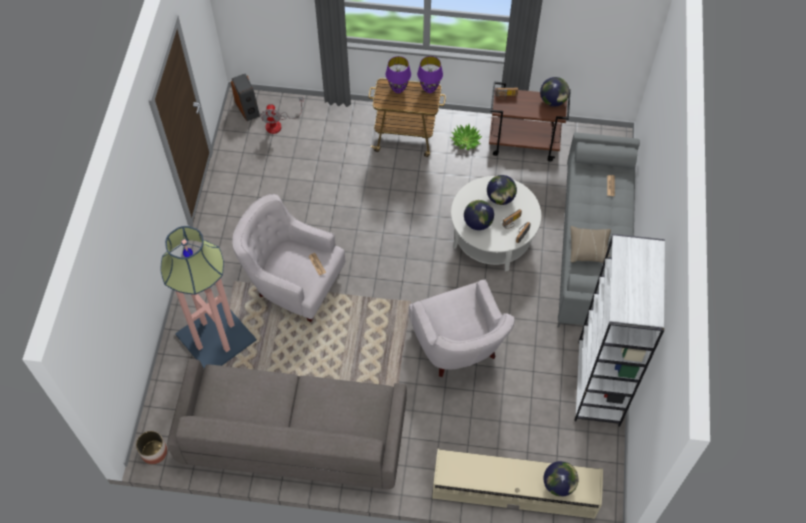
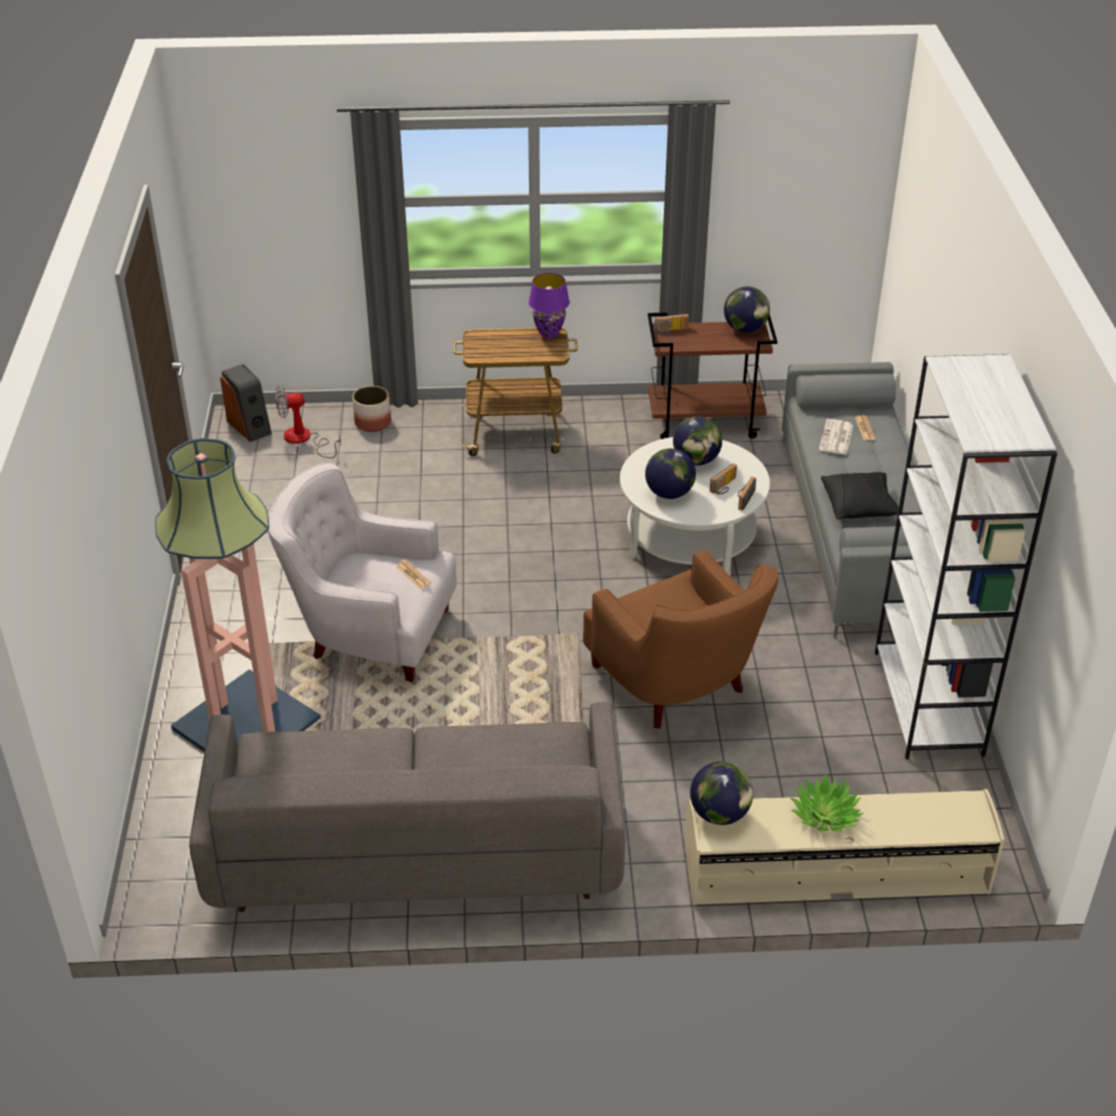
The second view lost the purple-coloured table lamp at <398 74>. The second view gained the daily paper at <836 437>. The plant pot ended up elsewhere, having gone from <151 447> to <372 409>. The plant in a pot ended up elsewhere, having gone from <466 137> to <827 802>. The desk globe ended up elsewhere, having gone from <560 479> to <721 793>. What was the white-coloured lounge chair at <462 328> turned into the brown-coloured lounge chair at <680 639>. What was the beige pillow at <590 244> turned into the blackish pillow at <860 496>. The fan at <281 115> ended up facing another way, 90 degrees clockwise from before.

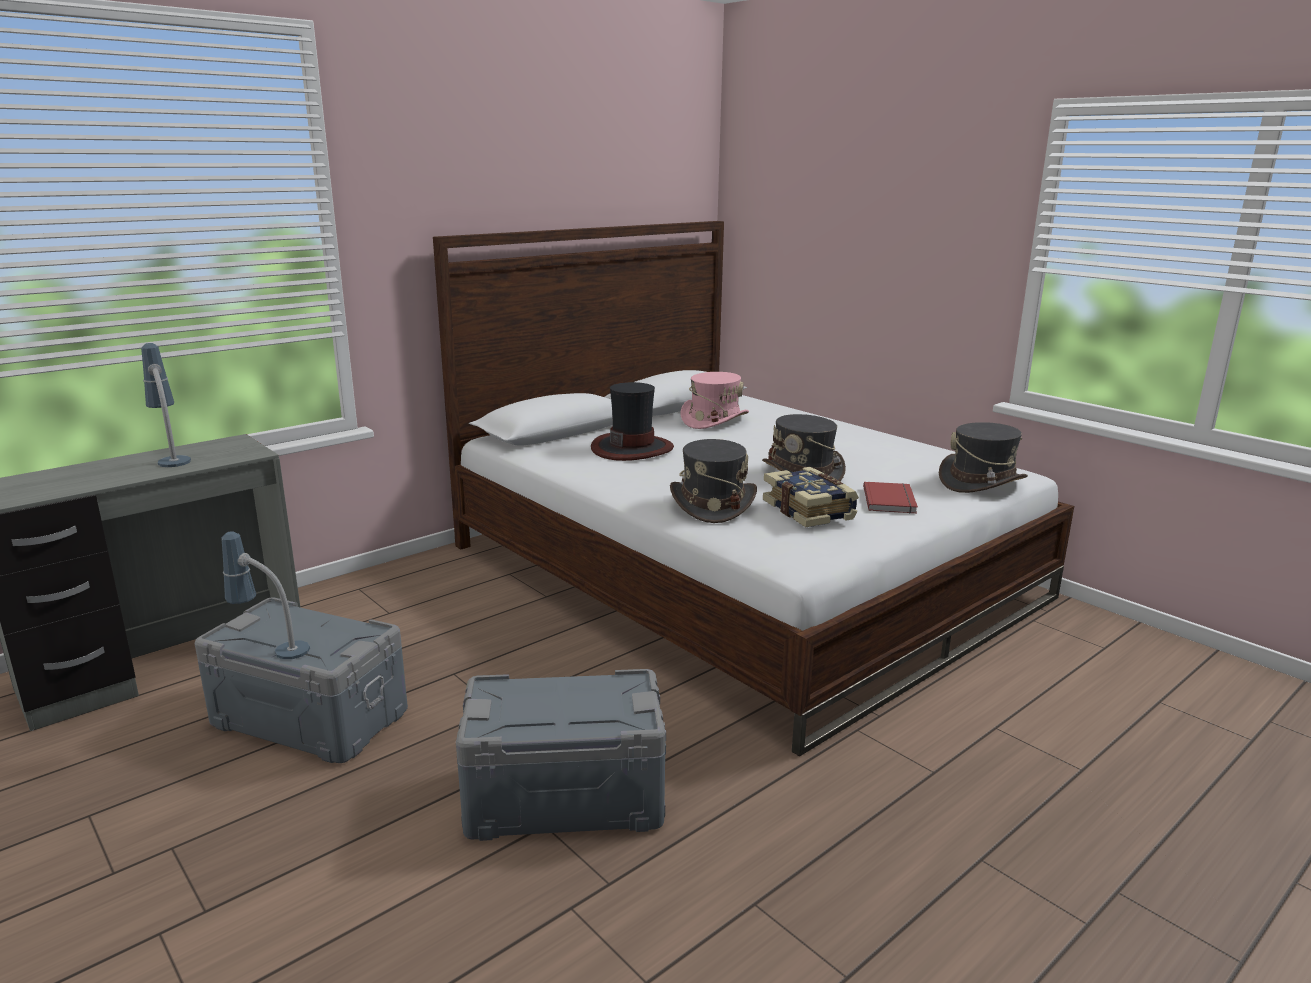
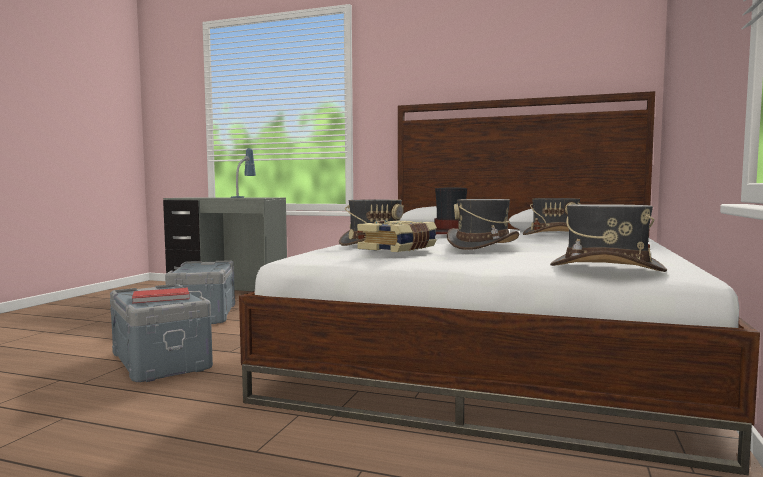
The second view lost the table lamp at <265 595>. The red bound book ended up elsewhere, having gone from <890 498> to <161 295>. What was the pinkish clothing hat at <715 400> turned into the gray clothing hat at <552 216>.

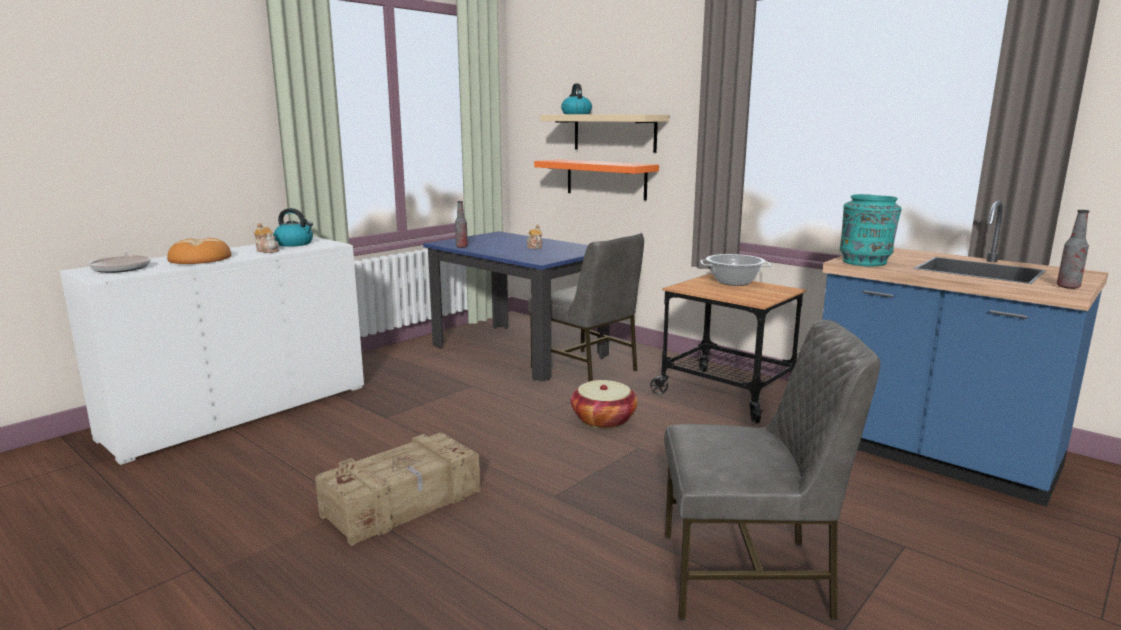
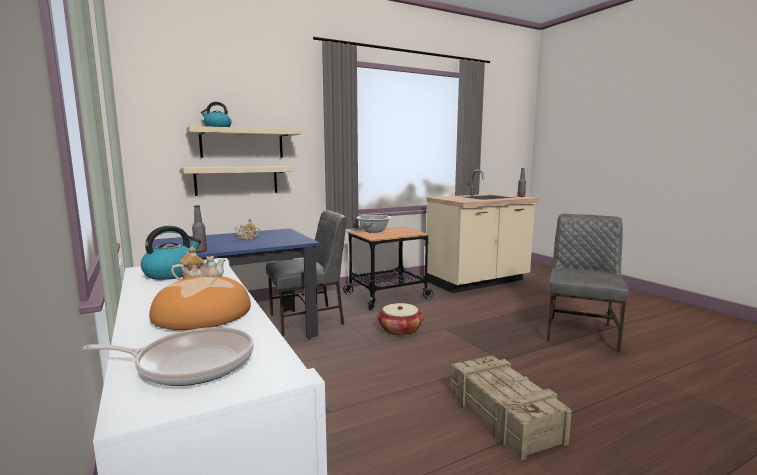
The second view lost the blue-green decorative vase at <871 230>. What was the orange-coloured bracket shelf at <596 179> turned into the beige bracket shelf at <238 181>. What was the blue counter at <965 353> turned into the beige counter at <482 231>.

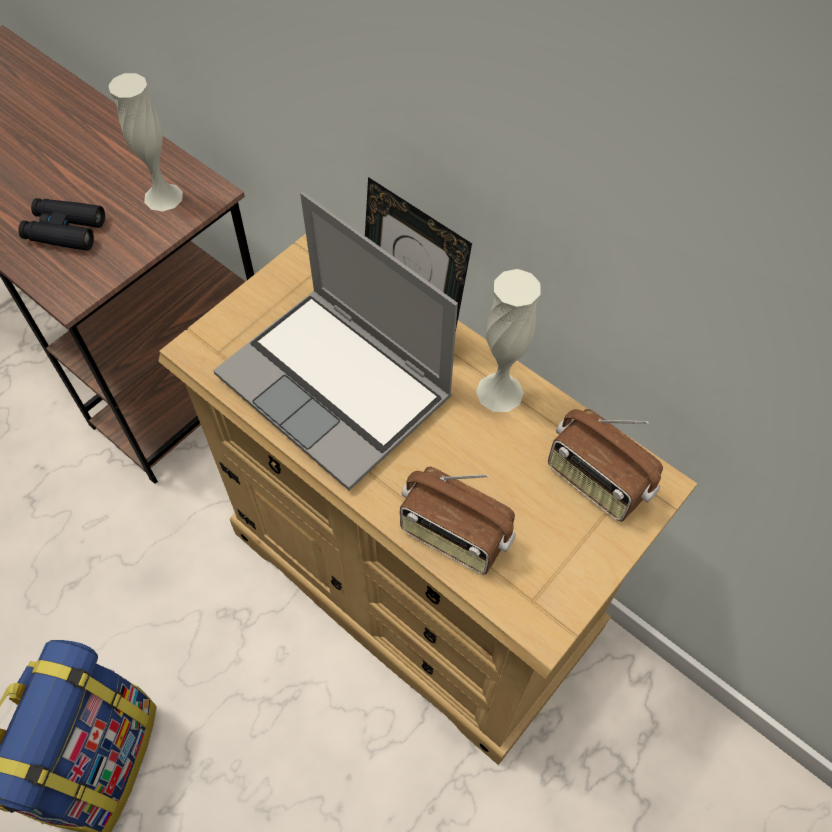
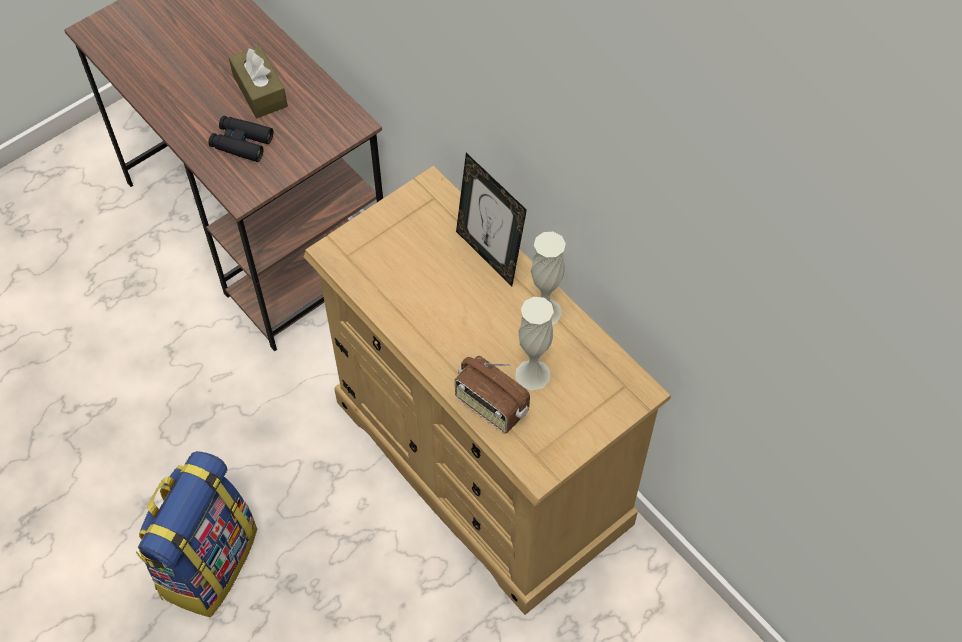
The second view lost the portable computer at <335 341>. The second view lost the radio receiver at <605 465>. The second view gained the brown-coloured box of tissues at <258 82>. The white-coloured decorative vase ended up elsewhere, having gone from <145 142> to <535 344>.

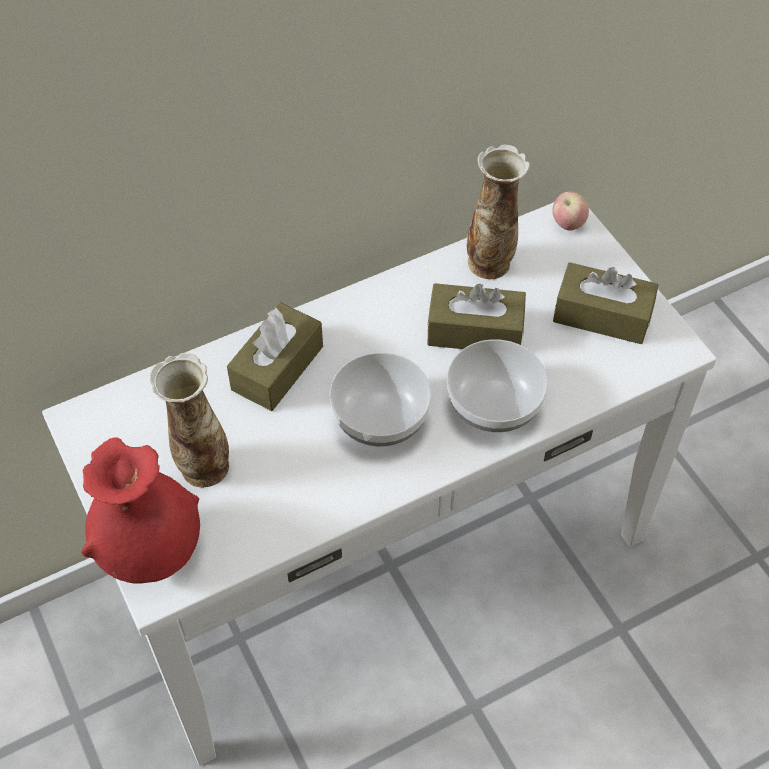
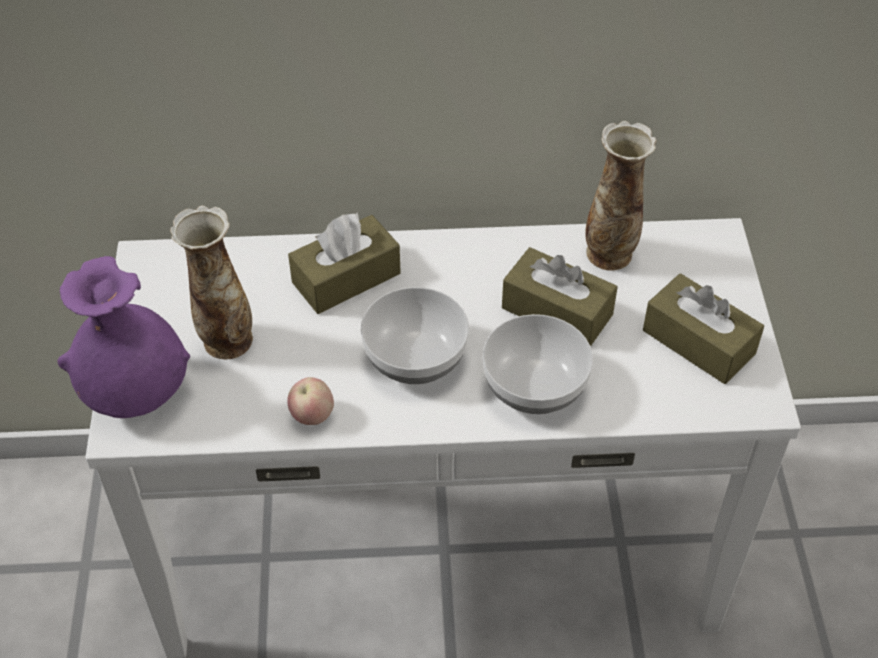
The apple ended up elsewhere, having gone from <571 210> to <310 401>. What was the red decorative vase at <140 510> turned into the purple-coloured decorative vase at <123 337>.

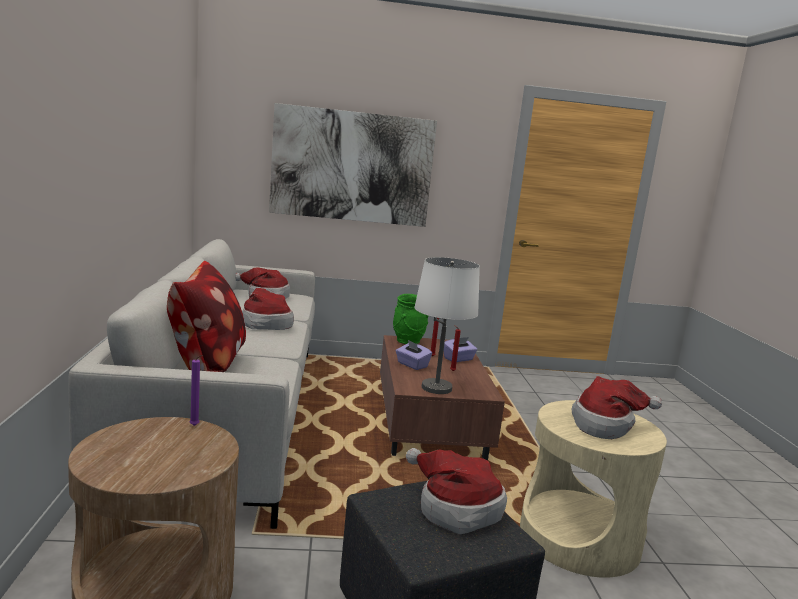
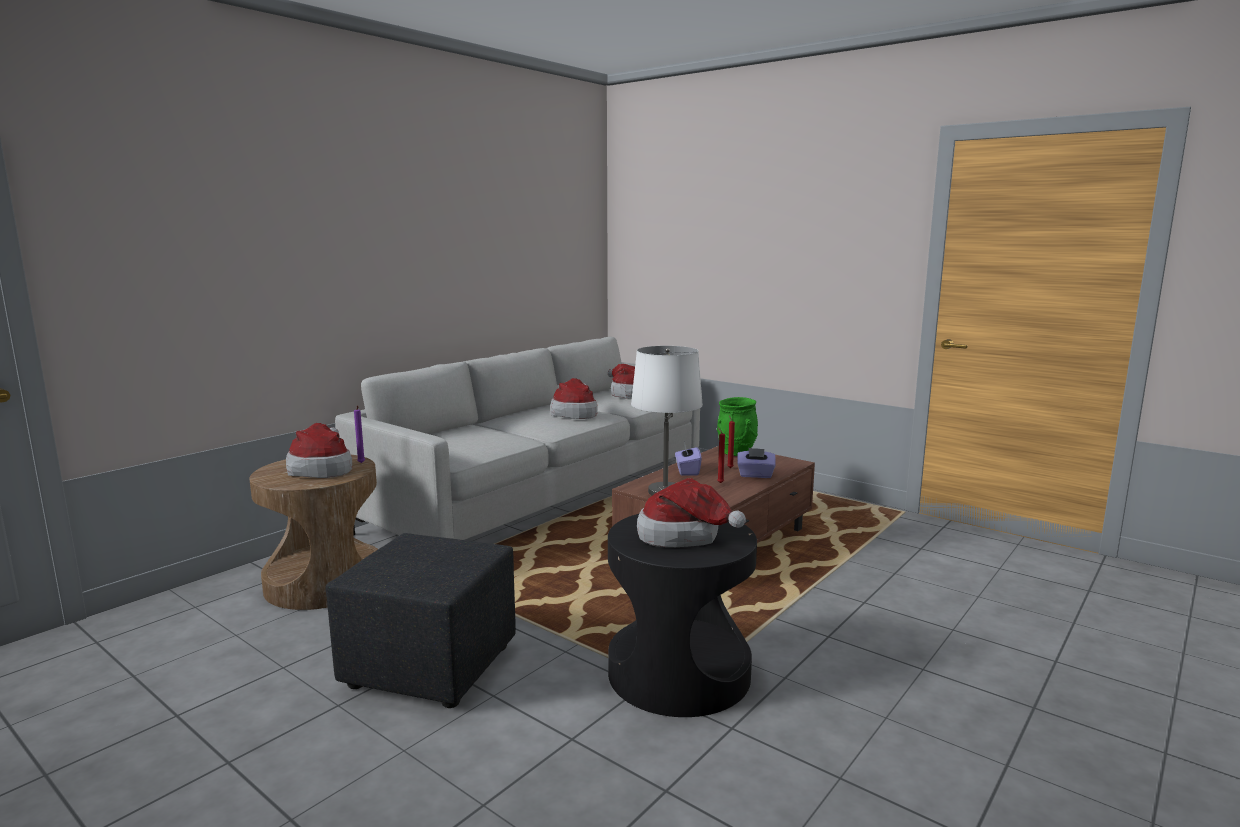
The second view lost the pillow at <206 316>. The second view lost the wall art at <353 165>. The clothing hat ended up elsewhere, having gone from <456 491> to <319 450>. What was the beige end table at <593 489> turned into the blackish end table at <682 615>.

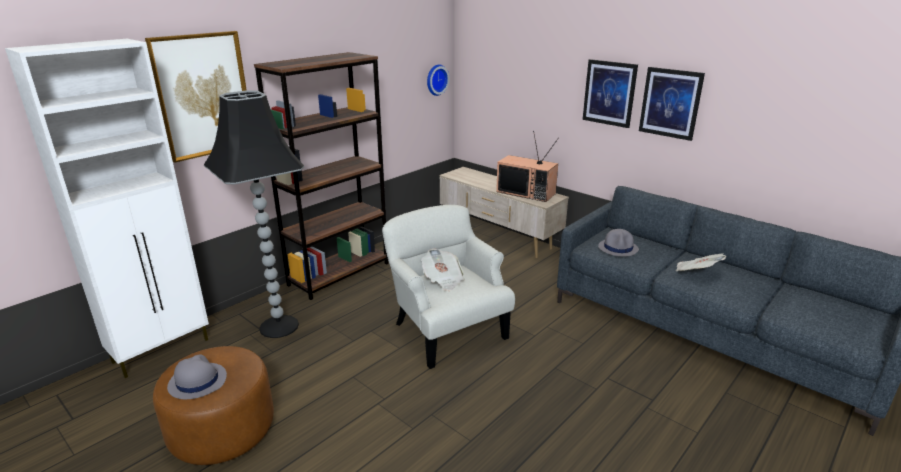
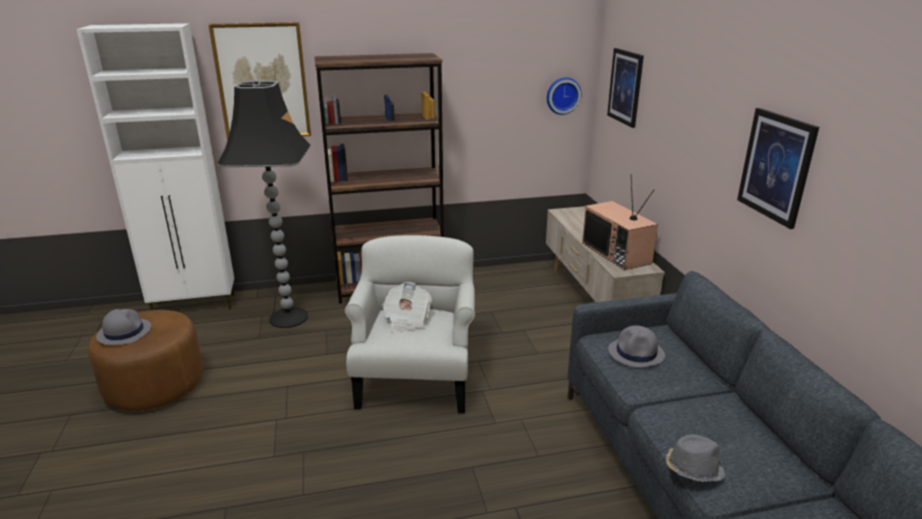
The second view lost the daily paper at <701 262>. The second view gained the gray clothing hat at <696 458>. The wall art ended up elsewhere, having gone from <610 93> to <625 88>.

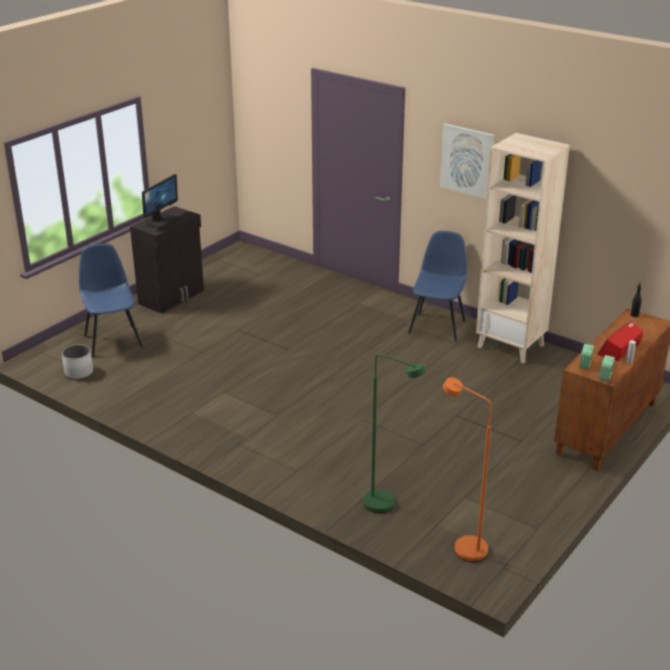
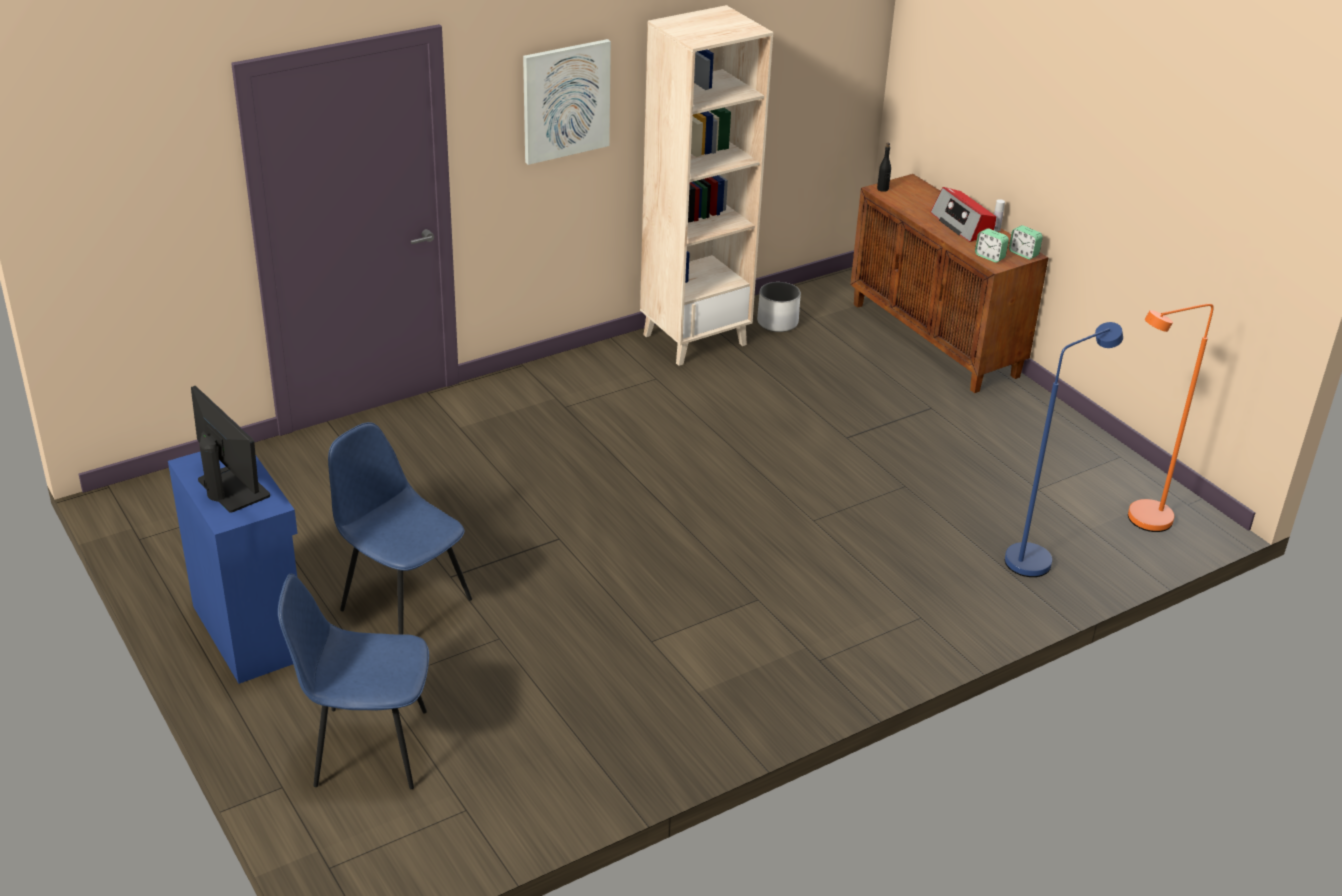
The white-coloured plant pot ended up elsewhere, having gone from <77 362> to <779 307>. The blue upright chair ended up elsewhere, having gone from <437 286> to <400 528>. What was the blackish storage cabinet at <167 260> turned into the blue storage cabinet at <233 568>. What was the green-coloured standing lamp at <395 433> turned into the blue standing lamp at <1064 449>.

